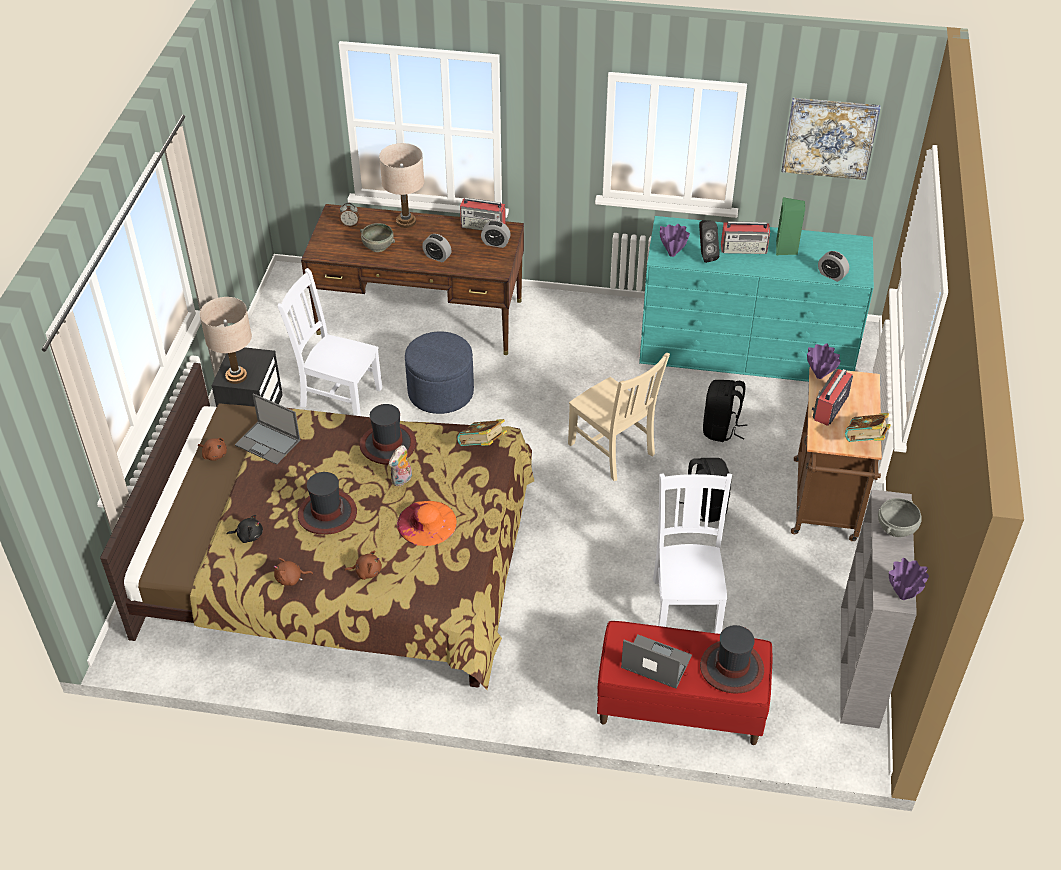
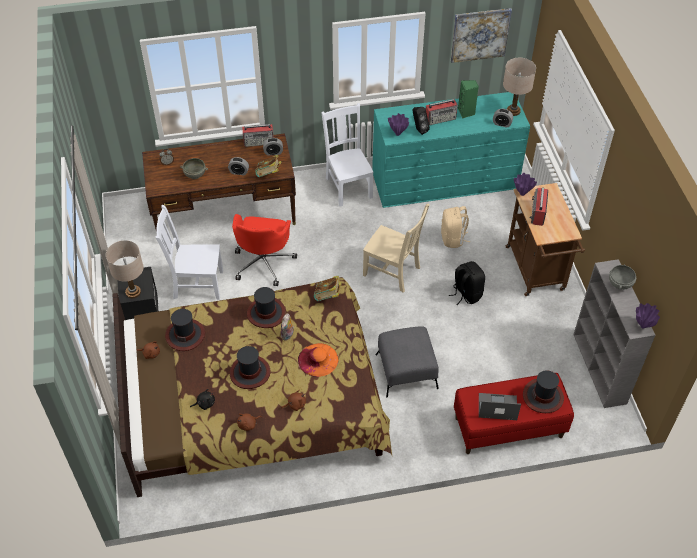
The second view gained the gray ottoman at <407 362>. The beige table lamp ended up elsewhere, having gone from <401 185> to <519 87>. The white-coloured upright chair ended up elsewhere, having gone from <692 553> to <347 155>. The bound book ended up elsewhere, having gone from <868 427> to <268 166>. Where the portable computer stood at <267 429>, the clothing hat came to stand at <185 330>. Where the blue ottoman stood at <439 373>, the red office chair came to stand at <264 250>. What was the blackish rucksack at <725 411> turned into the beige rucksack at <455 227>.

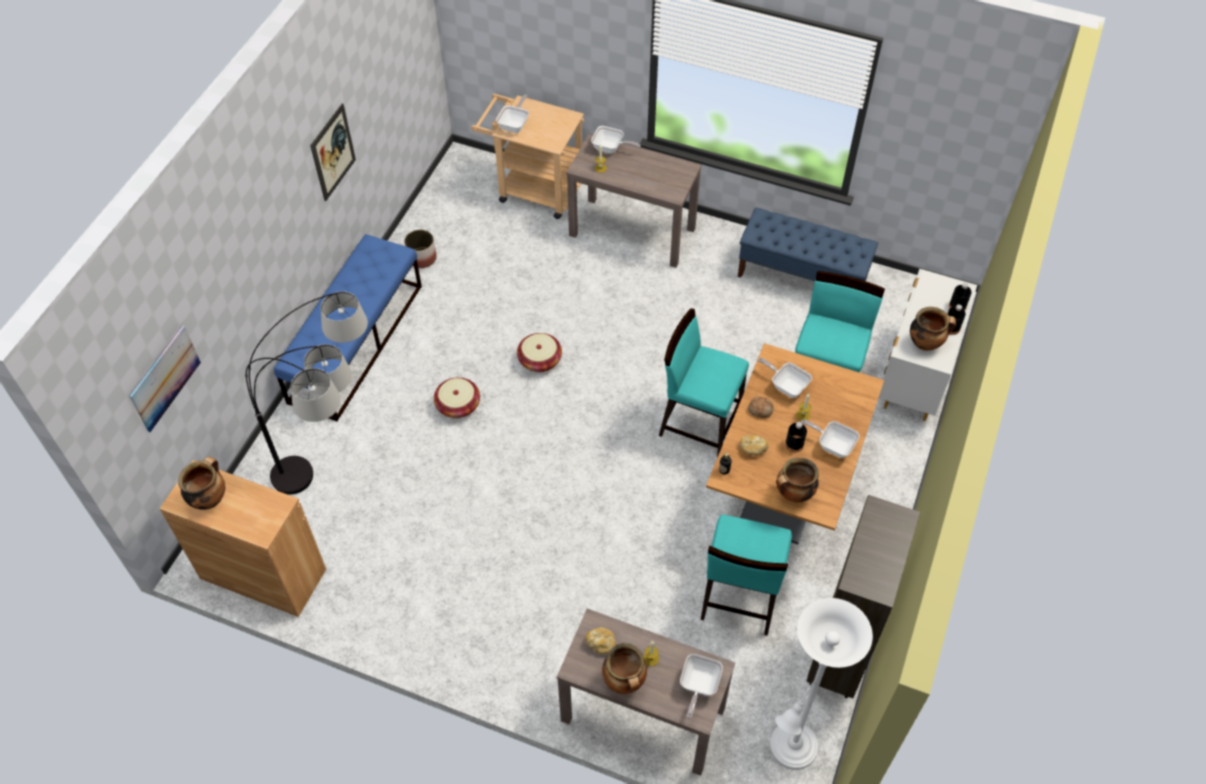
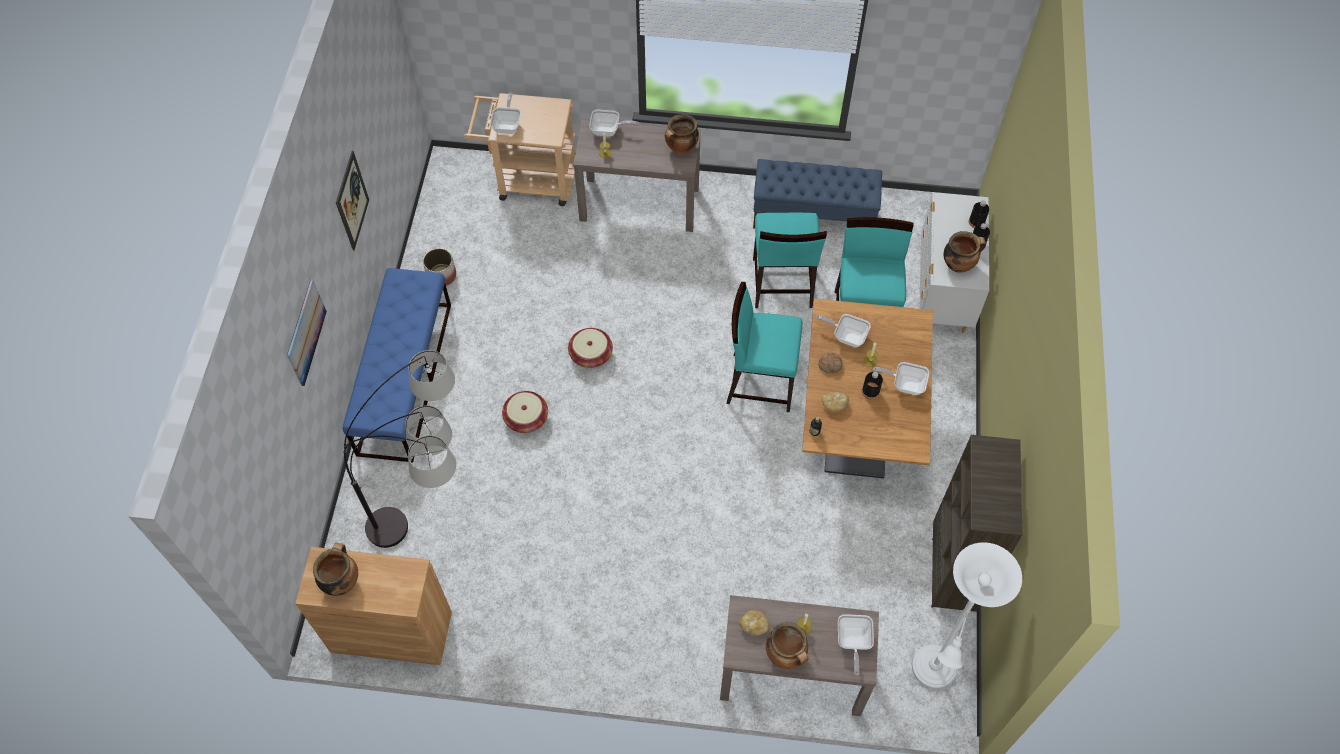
The wall art ended up elsewhere, having gone from <165 378> to <307 332>. The blue-green upright chair ended up elsewhere, having gone from <746 575> to <790 260>. The stockpot ended up elsewhere, having gone from <797 480> to <682 134>.

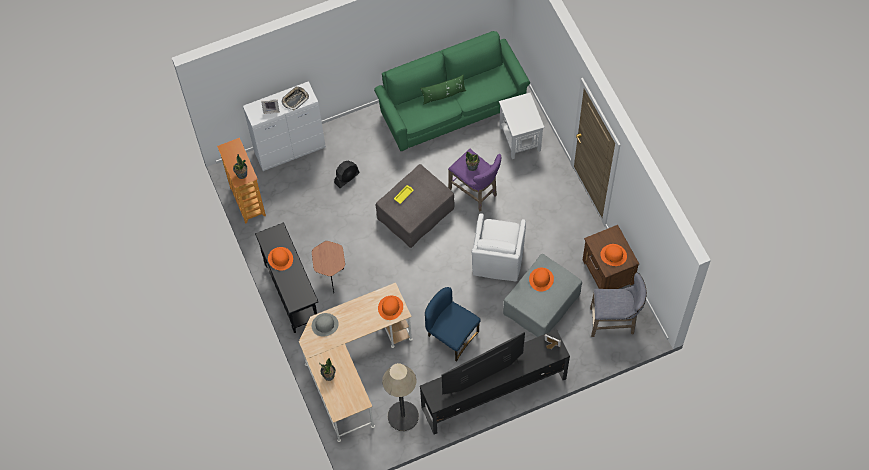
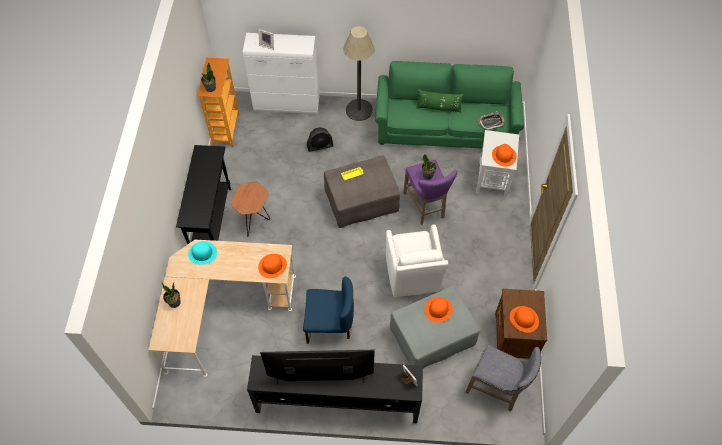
The orange-coloured clothing hat ended up elsewhere, having gone from <280 259> to <504 155>. The tray ended up elsewhere, having gone from <295 98> to <491 120>. The standing lamp ended up elsewhere, having gone from <400 397> to <359 73>. What was the gray clothing hat at <325 325> turned into the blue-green clothing hat at <202 253>. The blue upright chair at <453 324> ended up facing another way, 120 degrees clockwise from before. The white-coloured lounge chair at <499 247> ended up facing another way, 45 degrees counterclockwise from before.

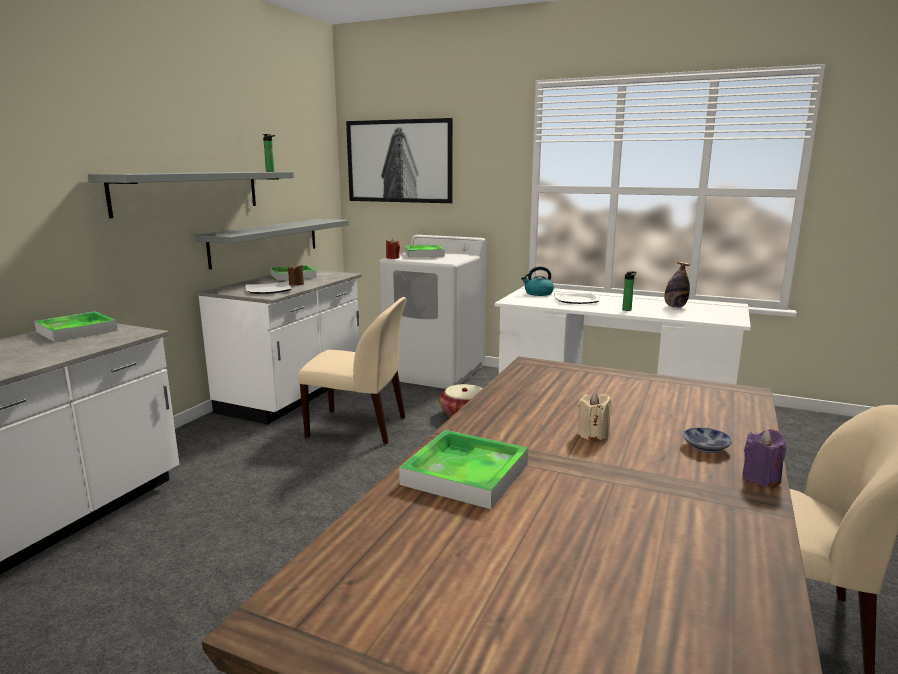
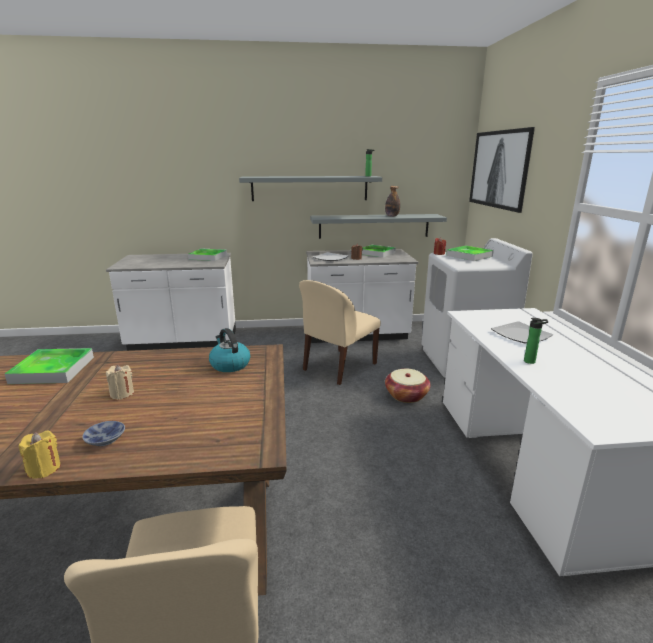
The tea kettle ended up elsewhere, having gone from <537 281> to <229 350>. The drink bottle ended up elsewhere, having gone from <677 285> to <392 201>. What was the purple-coloured candle at <764 458> turned into the yellow candle at <40 454>. The beige upright chair at <352 370> ended up facing another way, 60 degrees clockwise from before.

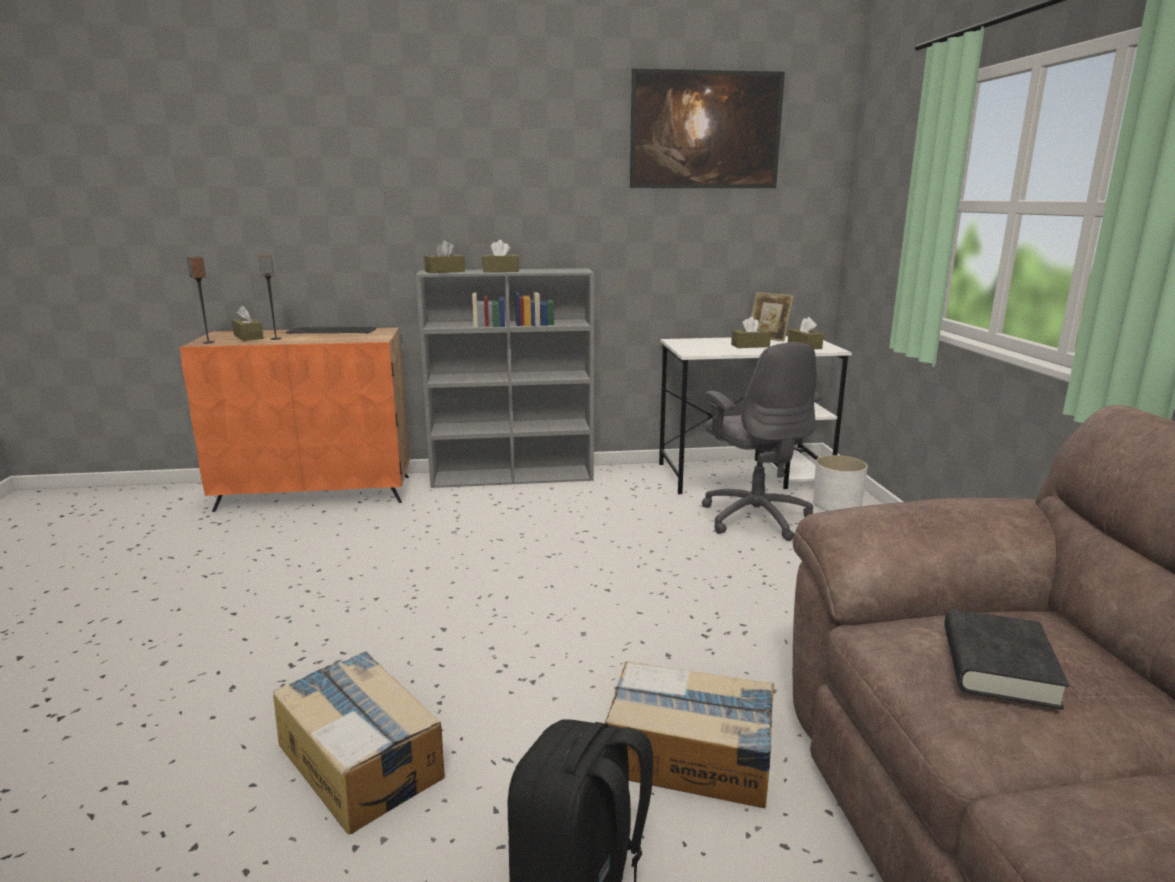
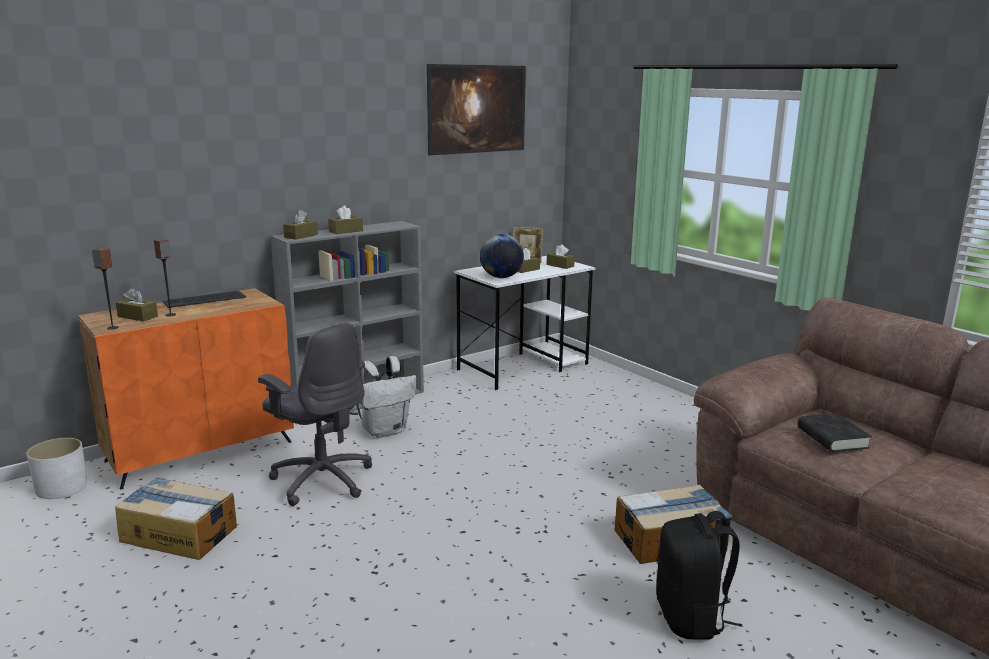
The second view gained the white-coloured rucksack at <386 397>. The second view gained the desk globe at <502 256>. The carton ended up elsewhere, having gone from <359 742> to <176 518>. The gray office chair ended up elsewhere, having gone from <762 441> to <315 414>. The white-coloured plant pot ended up elsewhere, having gone from <840 483> to <57 468>.

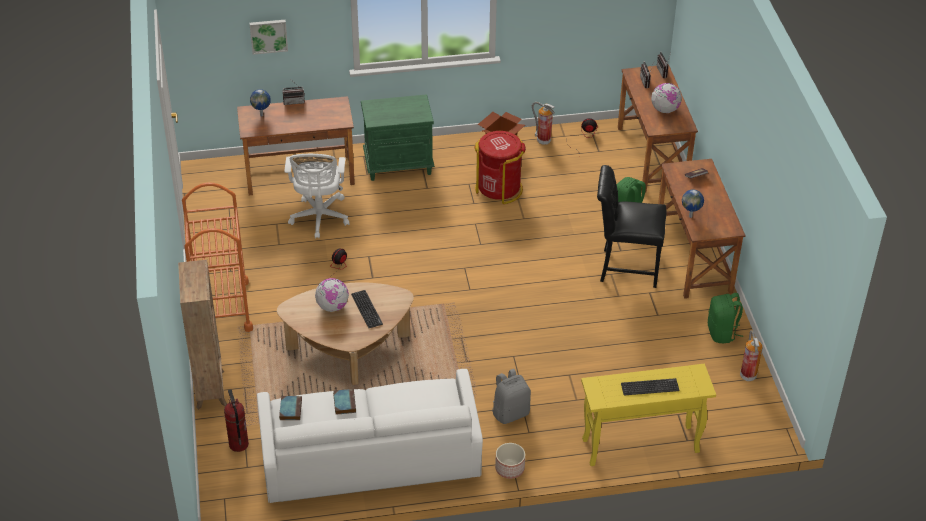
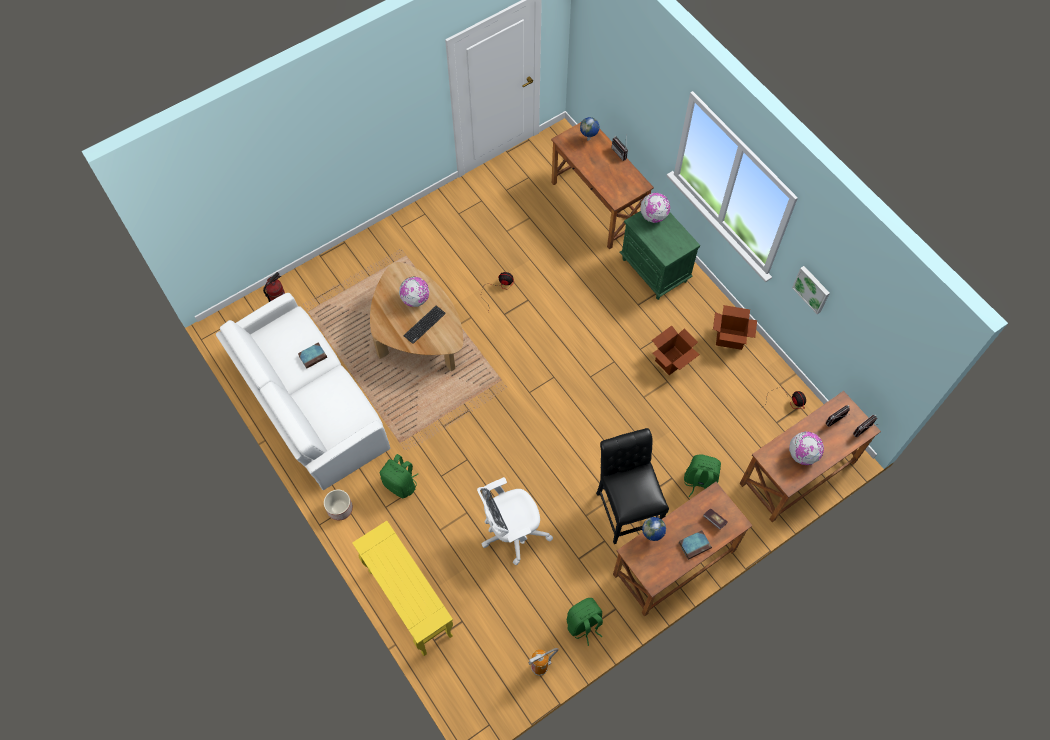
The second view lost the brown-coloured bookshelf at <202 334>. The second view lost the orange-coloured cart at <217 257>. The second view lost the fire-fighting cylinder at <543 123>. The second view lost the PC keyboard at <650 386>. The second view gained the desk globe at <655 208>. The wall art ended up elsewhere, having gone from <268 37> to <811 290>. The bound book ended up elsewhere, having gone from <290 408> to <695 545>. The white-coloured office chair ended up elsewhere, having gone from <317 196> to <515 521>. Where the red trash can stood at <500 167>, the carton came to stand at <675 350>. What was the gray rucksack at <511 396> turned into the green-coloured rucksack at <399 476>.

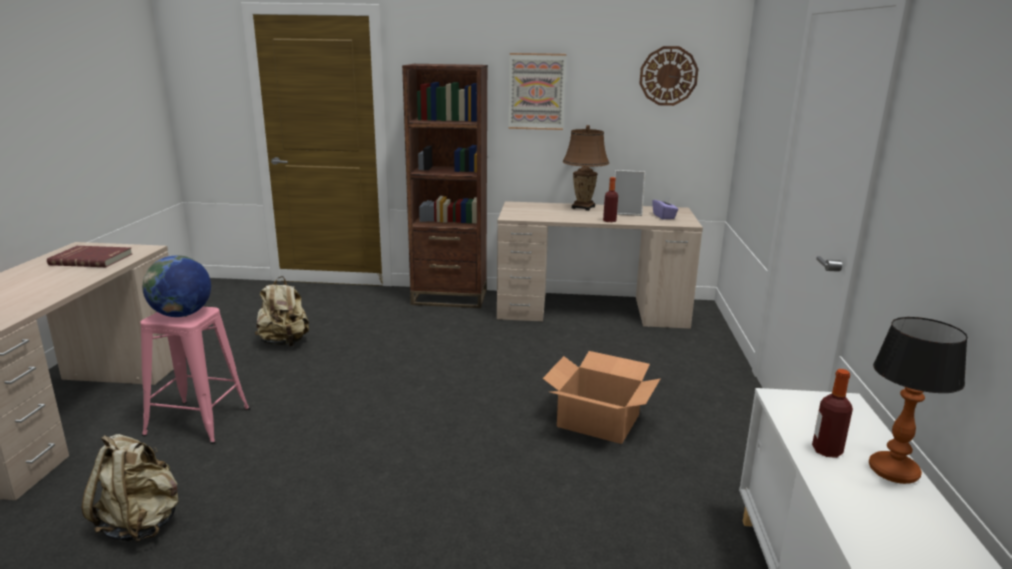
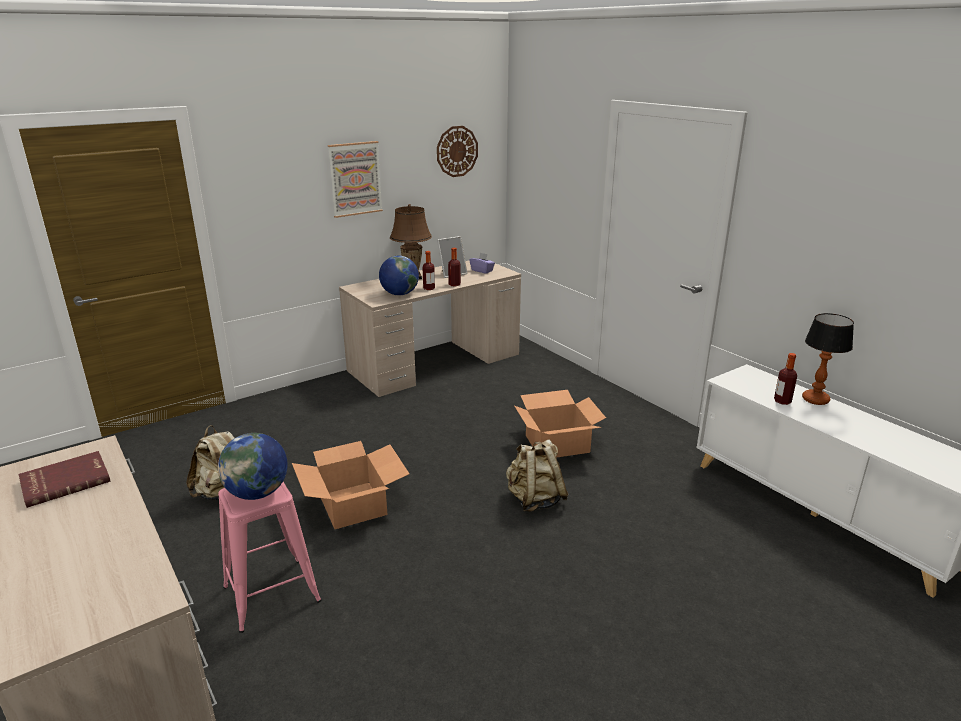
The second view lost the brown-coloured bookshelf at <445 186>. The second view gained the carton at <351 485>. The second view gained the desk globe at <399 276>. The second view gained the drink bottle at <429 270>. The beige rucksack ended up elsewhere, having gone from <129 488> to <537 475>.

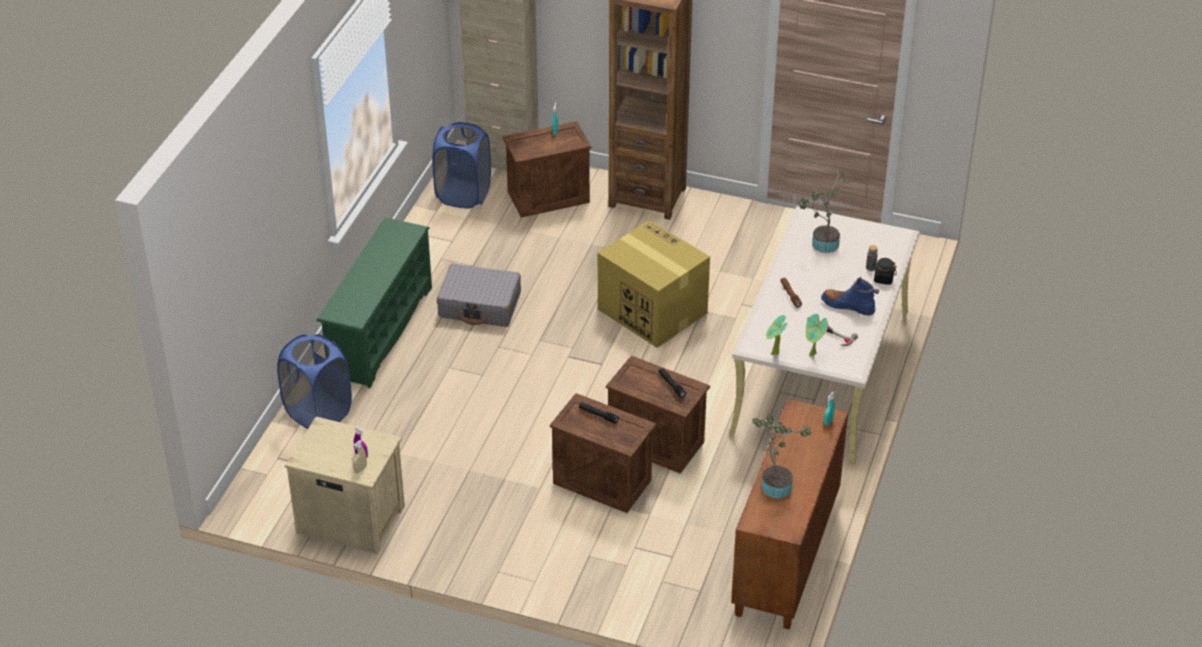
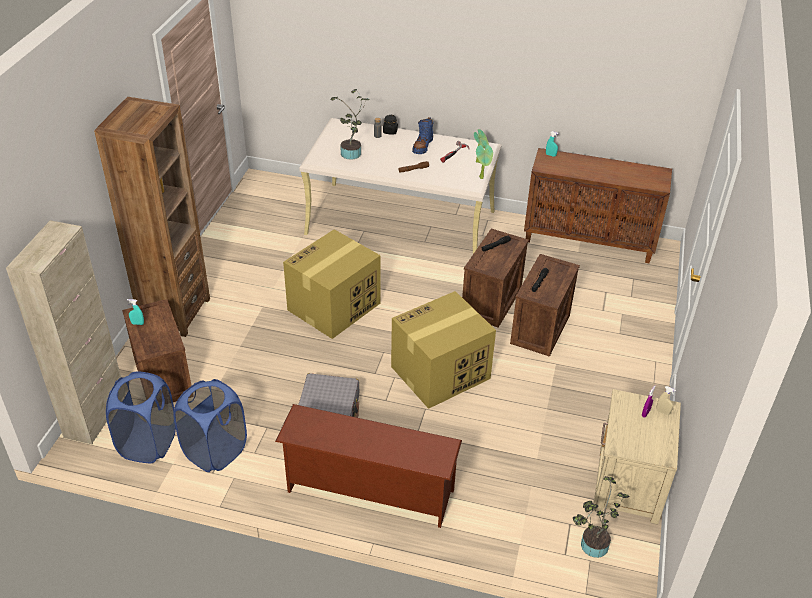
The second view gained the carton at <443 350>. The blue laundry basket ended up elsewhere, having gone from <314 381> to <210 425>. The plant in a pot ended up elsewhere, having gone from <781 456> to <601 517>. What was the green-coloured shoe stand at <374 303> turned into the brown-coloured shoe stand at <368 466>.

